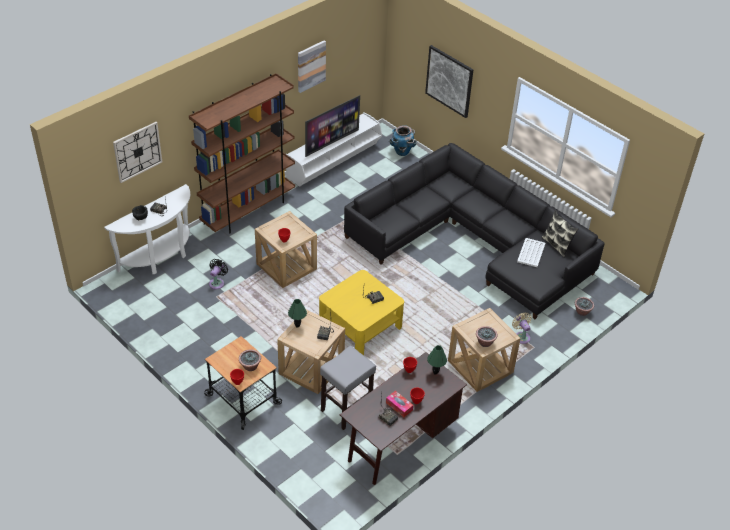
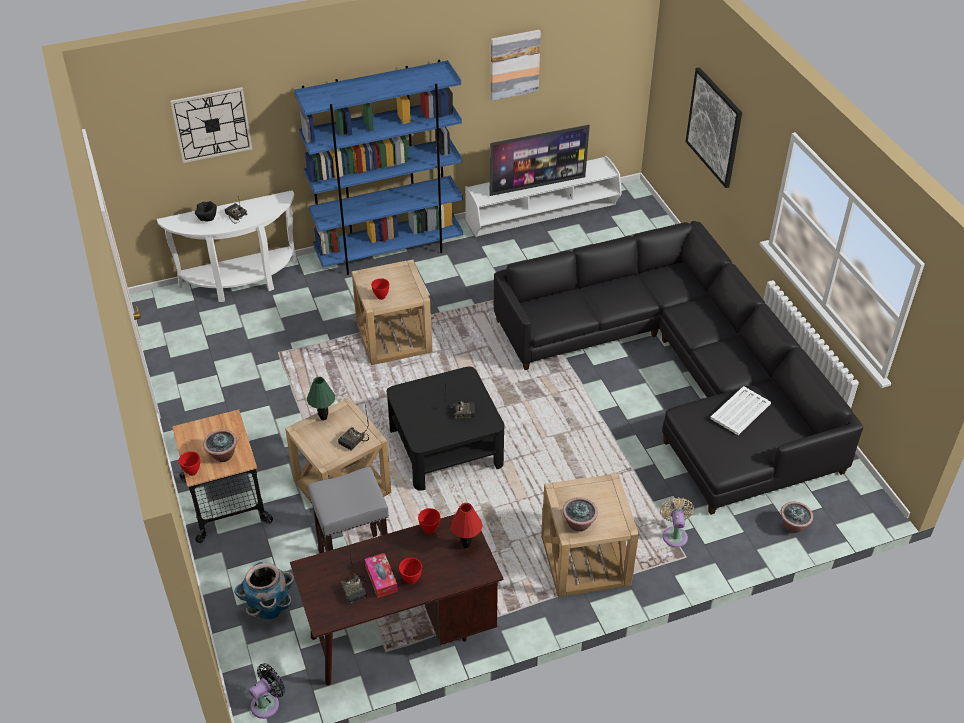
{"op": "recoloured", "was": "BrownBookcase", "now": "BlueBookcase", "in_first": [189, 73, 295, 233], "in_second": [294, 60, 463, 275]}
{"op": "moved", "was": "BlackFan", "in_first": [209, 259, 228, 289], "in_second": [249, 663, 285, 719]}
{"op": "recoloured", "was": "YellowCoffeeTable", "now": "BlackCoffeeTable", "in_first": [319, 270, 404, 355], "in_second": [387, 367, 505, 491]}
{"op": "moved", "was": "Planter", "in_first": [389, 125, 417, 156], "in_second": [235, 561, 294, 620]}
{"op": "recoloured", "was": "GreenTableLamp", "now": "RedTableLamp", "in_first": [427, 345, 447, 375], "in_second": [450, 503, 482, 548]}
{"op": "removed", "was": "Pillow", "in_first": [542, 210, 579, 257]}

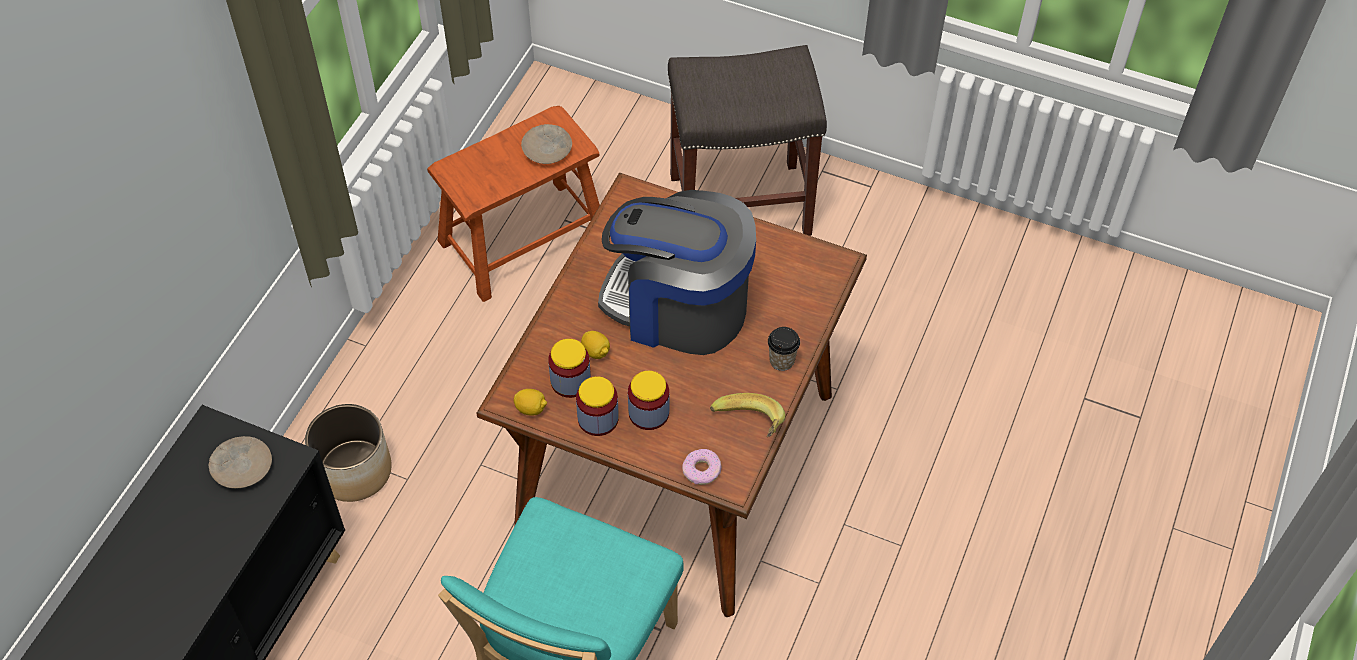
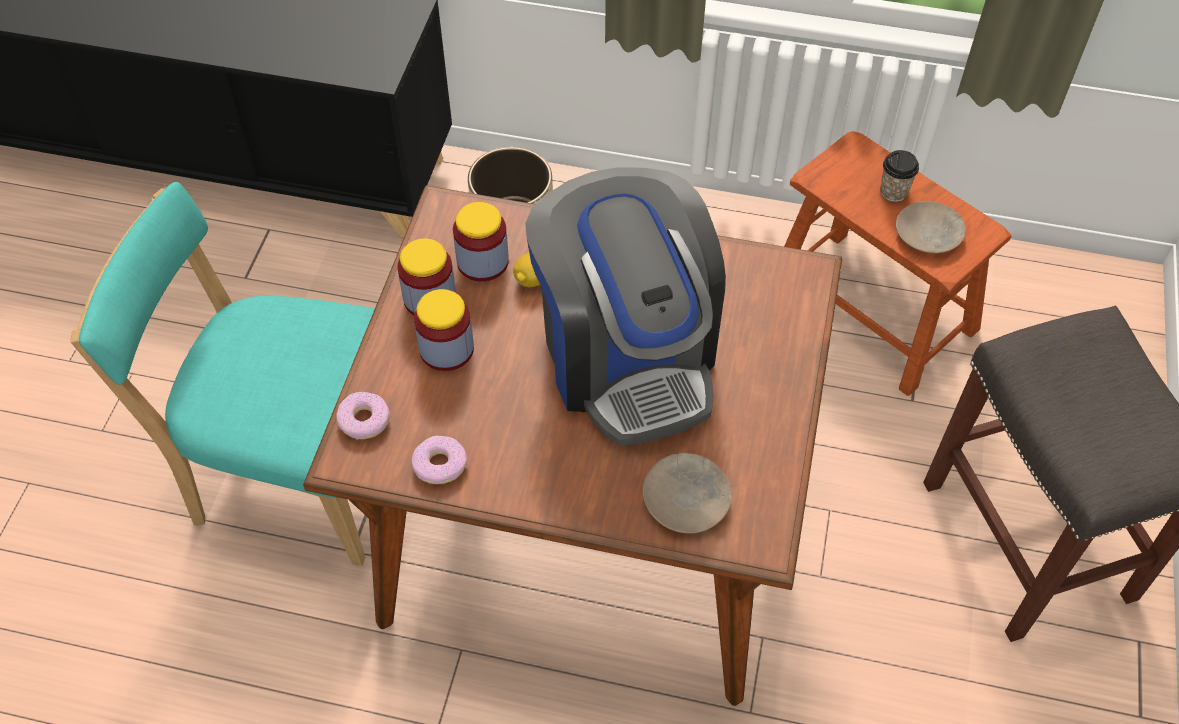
{"op": "moved", "was": "BeigePlate", "in_first": [209, 436, 272, 488], "in_second": [643, 453, 732, 534]}
{"op": "removed", "was": "Lemon", "in_first": [513, 389, 547, 416]}
{"op": "turned", "was": "CoffeeMachine", "in_first": [598, 190, 756, 355], "in_second": [525, 167, 726, 445], "clockwise": 150}
{"op": "replaced", "was": "Banana", "now": "Donut", "in_first": [710, 393, 785, 437], "in_second": [411, 436, 467, 484]}
{"op": "moved", "was": "Cup", "in_first": [768, 327, 800, 371], "in_second": [880, 150, 919, 202]}

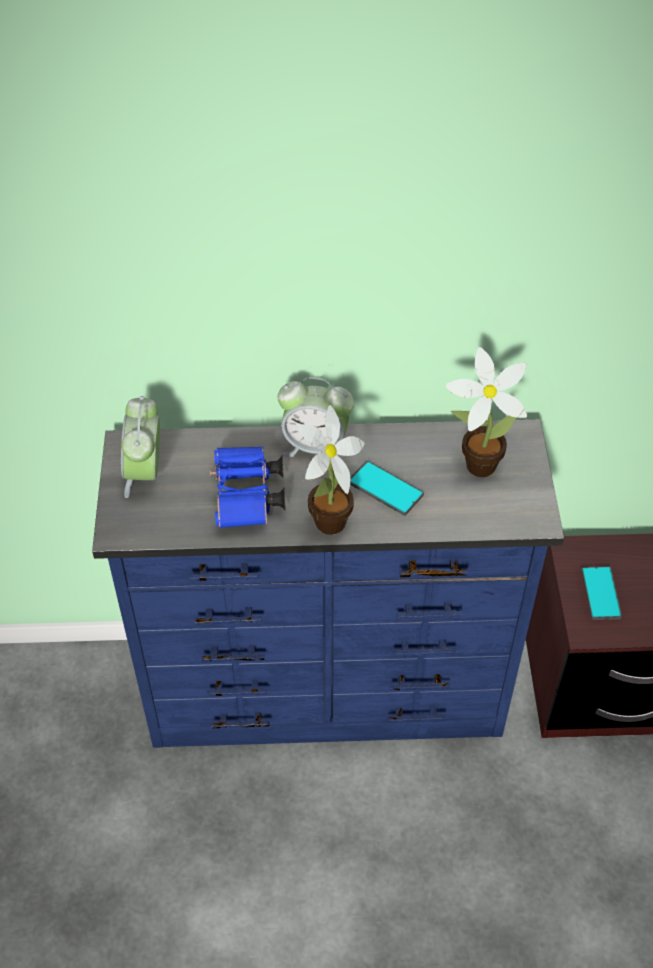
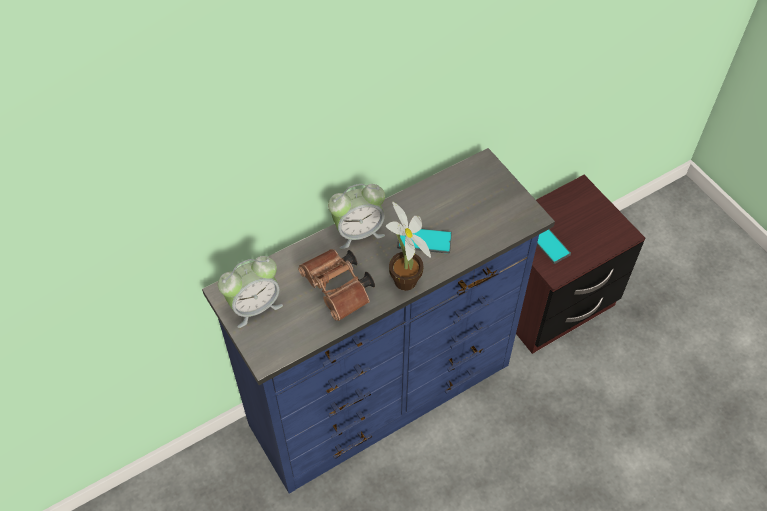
{"op": "turned", "was": "AlarmClock", "in_first": [121, 396, 160, 498], "in_second": [218, 256, 283, 328], "clockwise": -90}
{"op": "recoloured", "was": "BlueBinoculars", "now": "BrownBinoculars", "in_first": [210, 446, 286, 528], "in_second": [298, 249, 375, 321]}
{"op": "removed", "was": "PottedPlant", "in_first": [445, 347, 527, 477]}

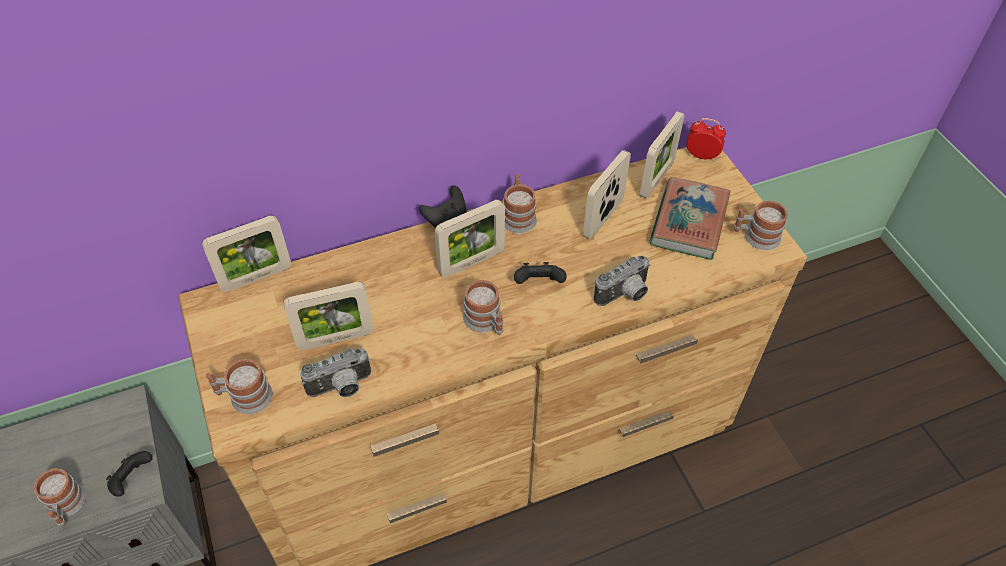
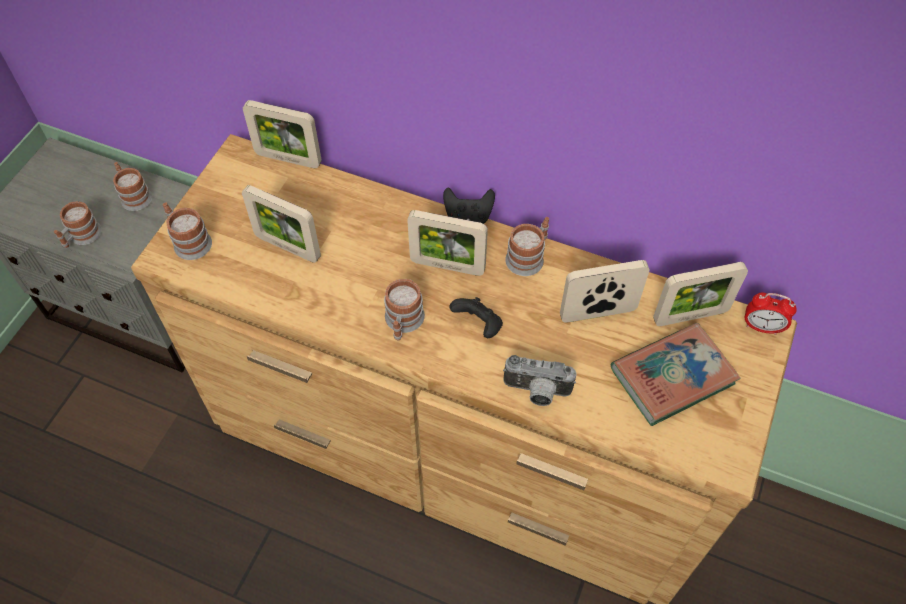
{"op": "removed", "was": "BlackGameController", "in_first": [106, 451, 153, 497]}
{"op": "removed", "was": "PhotoCamera", "in_first": [300, 348, 371, 397]}
{"op": "turned", "was": "AlarmClock", "in_first": [686, 118, 726, 161], "in_second": [745, 293, 797, 335], "clockwise": 135}
{"op": "moved", "was": "Mug", "in_first": [734, 201, 788, 250], "in_second": [113, 162, 152, 211]}

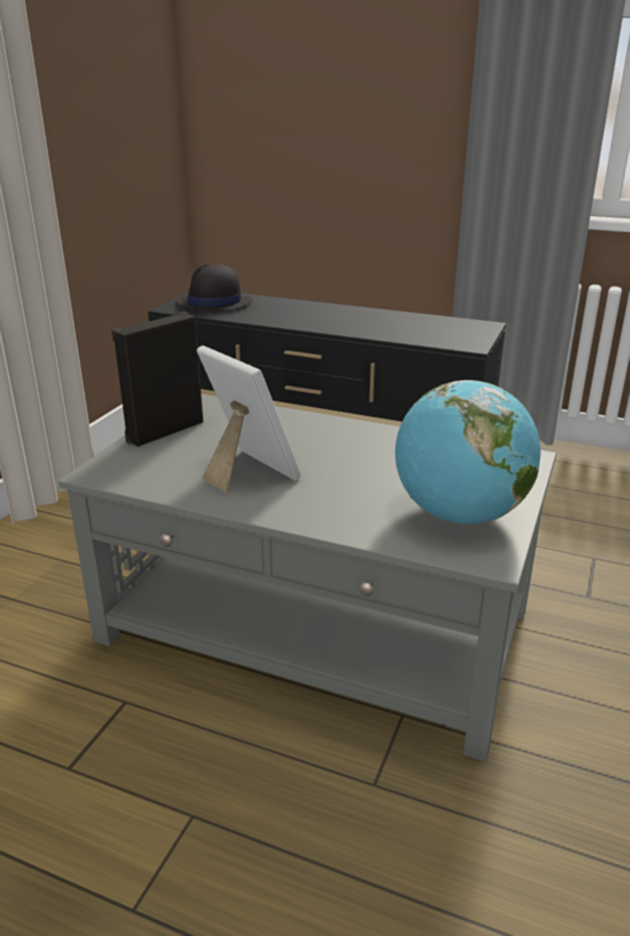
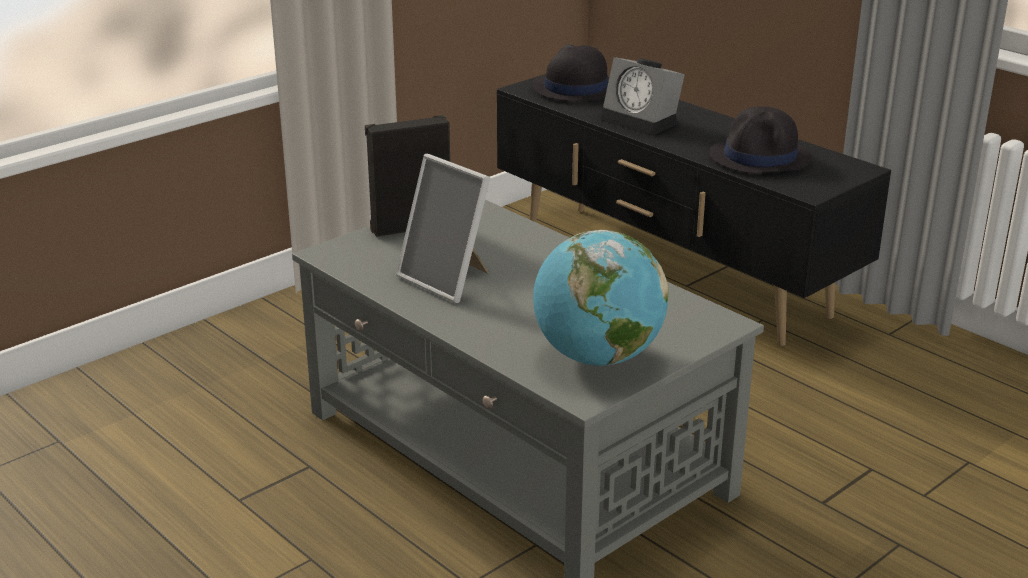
{"op": "turned", "was": "PictureFrame", "in_first": [197, 346, 301, 493], "in_second": [396, 154, 490, 303], "clockwise": 150}
{"op": "added", "now": "AlarmClock", "in_second": [600, 57, 685, 136]}
{"op": "added", "now": "BlackHat", "in_second": [709, 106, 812, 173]}

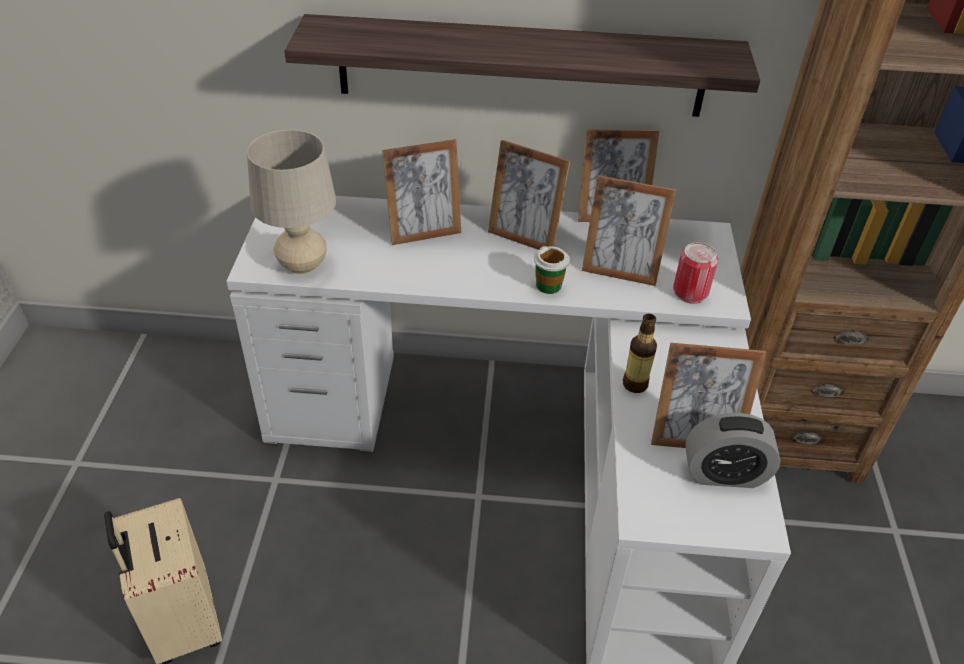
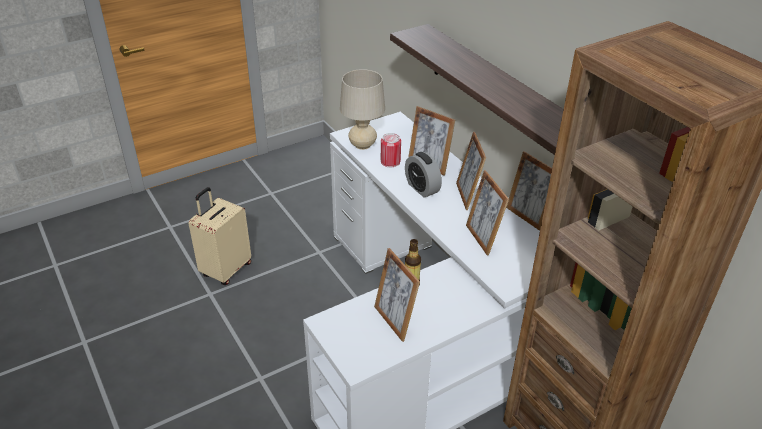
{"op": "removed", "was": "Cup", "in_first": [534, 246, 570, 294]}
{"op": "moved", "was": "Can", "in_first": [673, 243, 718, 304], "in_second": [381, 133, 401, 167]}
{"op": "moved", "was": "AlarmClock", "in_first": [685, 413, 781, 488], "in_second": [405, 152, 442, 198]}

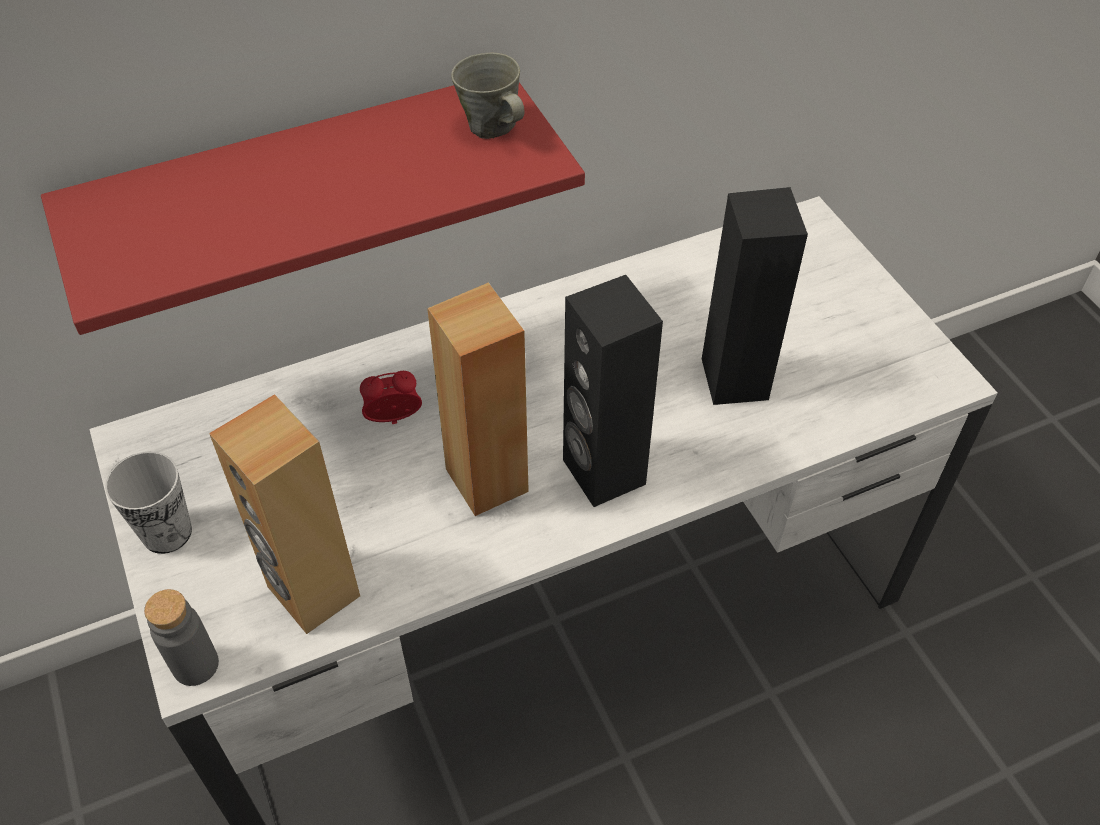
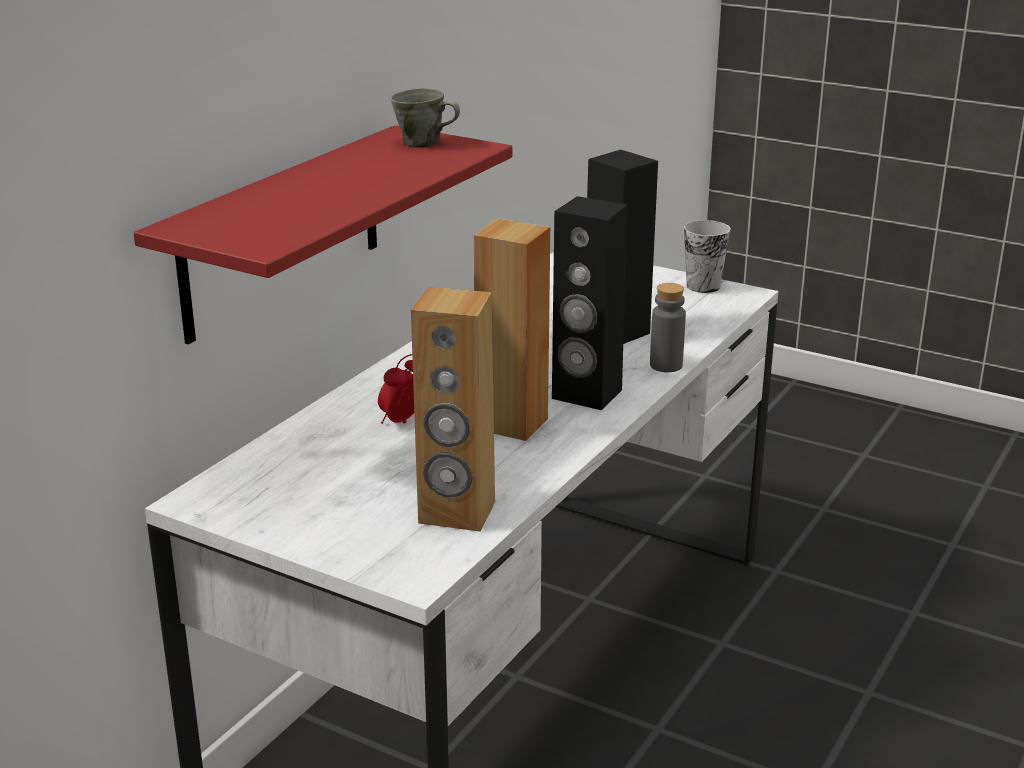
{"op": "moved", "was": "Cup", "in_first": [105, 452, 192, 554], "in_second": [684, 220, 731, 293]}
{"op": "moved", "was": "GreyBottle", "in_first": [144, 589, 219, 686], "in_second": [650, 283, 686, 372]}

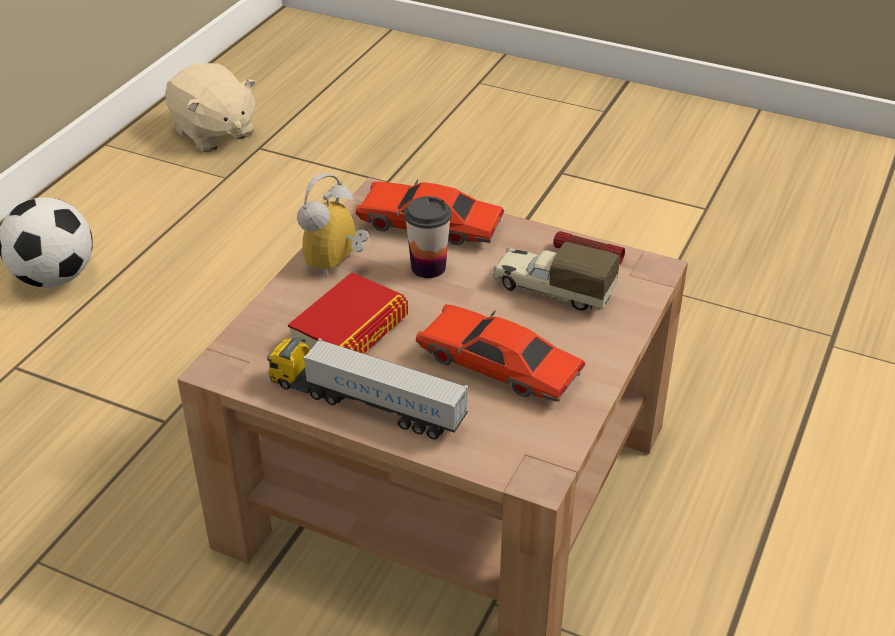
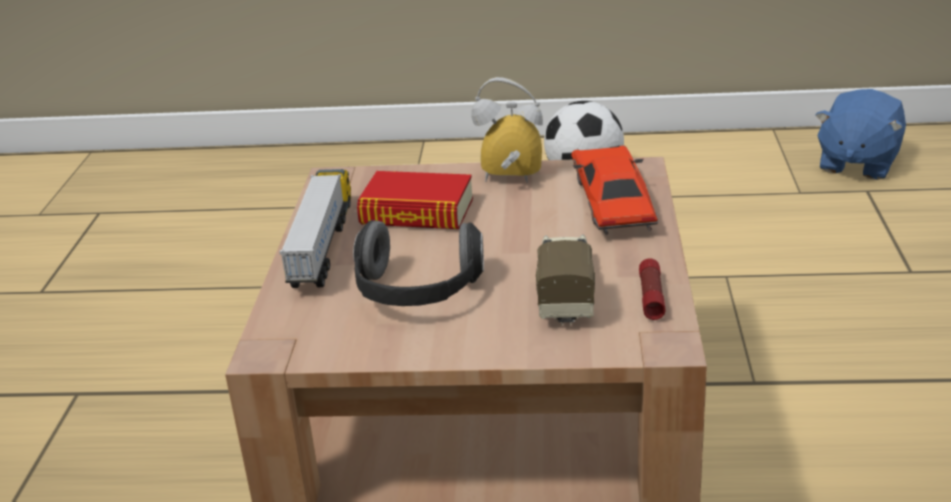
{"op": "recoloured", "was": "BeigePlushToy", "now": "BluePlushToy", "in_first": [165, 63, 256, 152], "in_second": [815, 89, 906, 180]}
{"op": "removed", "was": "Cup", "in_first": [404, 196, 452, 278]}
{"op": "replaced", "was": "RedToyCar", "now": "Headphones", "in_first": [416, 304, 586, 402], "in_second": [353, 220, 484, 306]}

